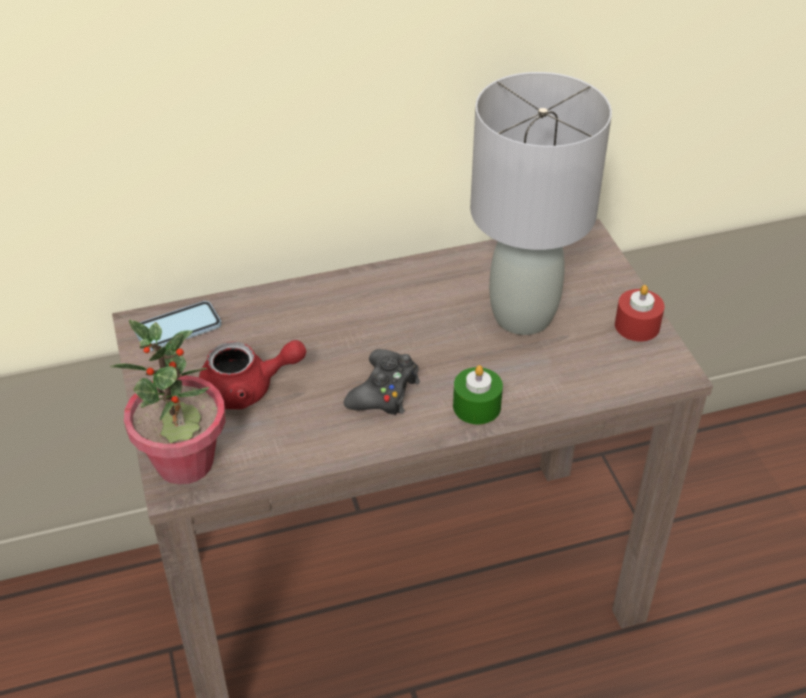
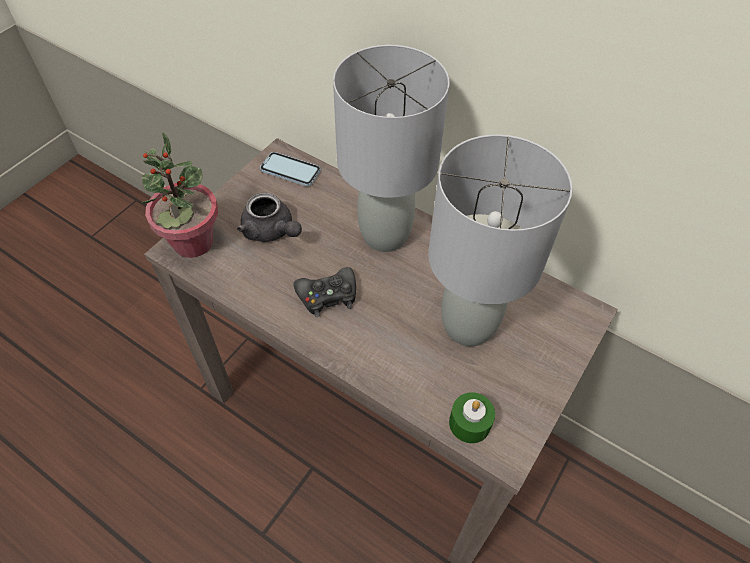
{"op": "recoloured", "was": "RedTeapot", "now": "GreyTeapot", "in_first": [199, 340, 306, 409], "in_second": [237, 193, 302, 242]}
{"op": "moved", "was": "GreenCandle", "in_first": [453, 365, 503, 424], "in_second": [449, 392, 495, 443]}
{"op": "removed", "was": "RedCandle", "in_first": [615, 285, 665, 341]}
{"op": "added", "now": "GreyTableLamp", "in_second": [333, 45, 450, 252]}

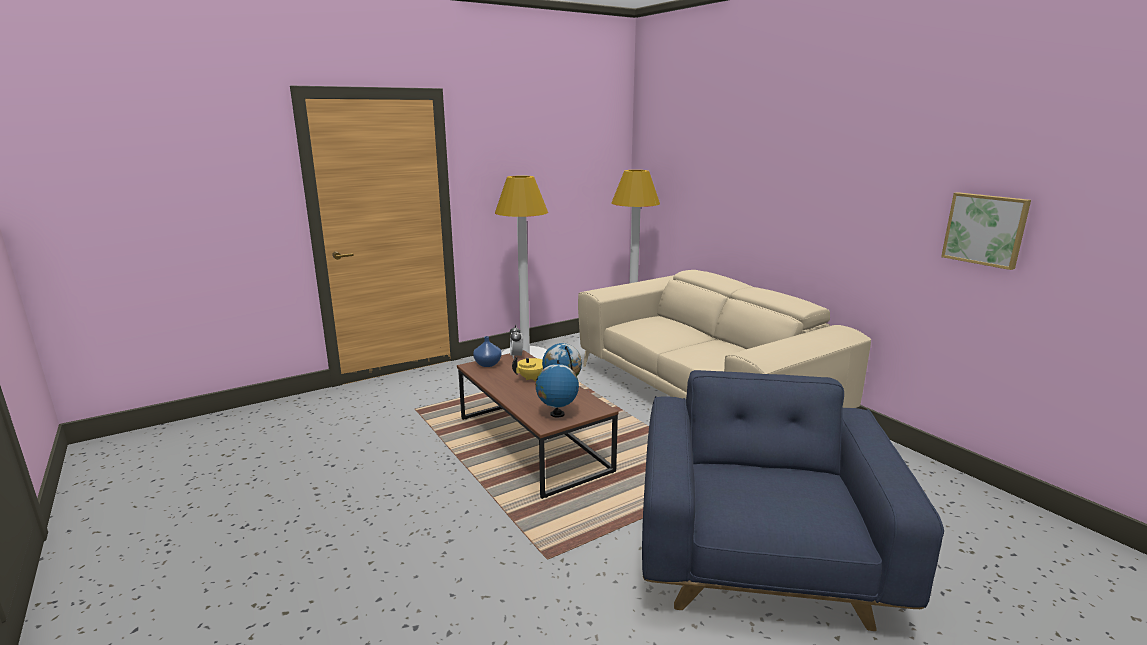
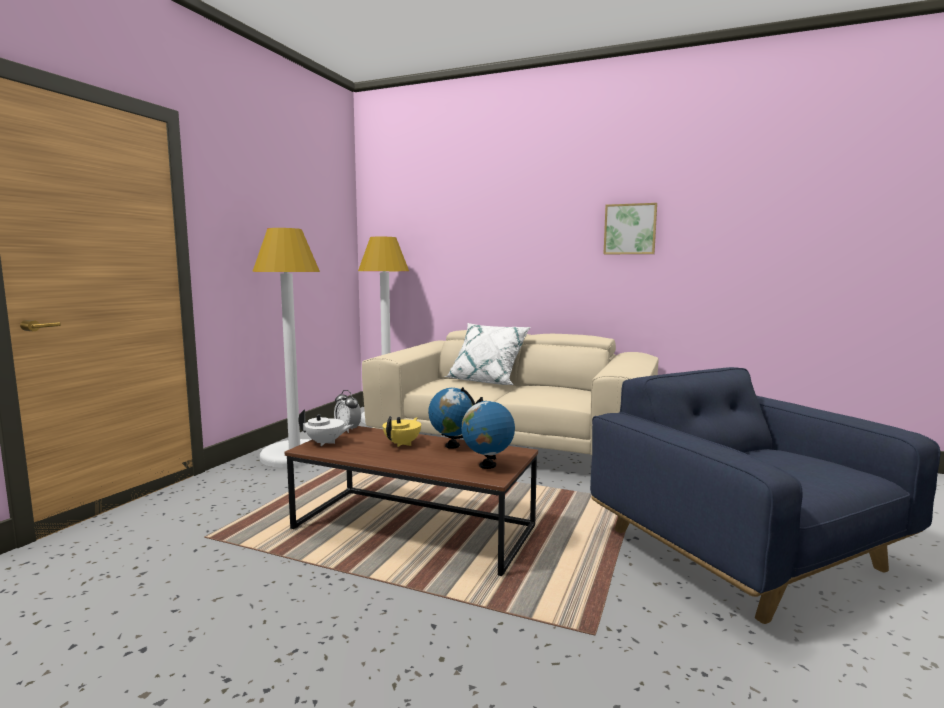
{"op": "replaced", "was": "BlueVase", "now": "WhiteTeapot", "in_first": [473, 336, 502, 367], "in_second": [299, 410, 353, 446]}
{"op": "moved", "was": "Picture", "in_first": [941, 192, 1031, 270], "in_second": [604, 203, 657, 254]}
{"op": "added", "now": "WhitePillow", "in_second": [445, 323, 531, 385]}

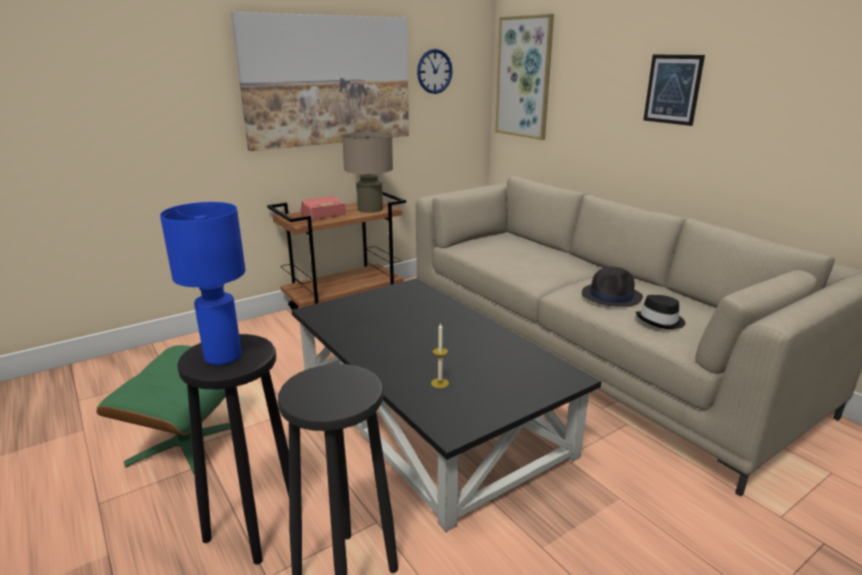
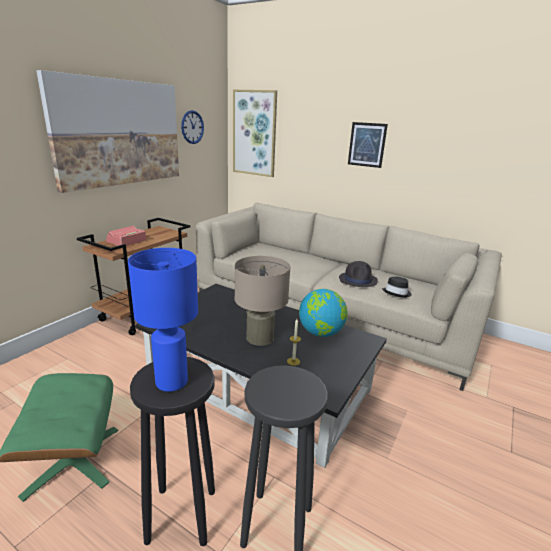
{"op": "moved", "was": "BeigeTableLamp", "in_first": [342, 132, 393, 213], "in_second": [235, 256, 291, 346]}
{"op": "added", "now": "Globe", "in_second": [299, 289, 347, 337]}

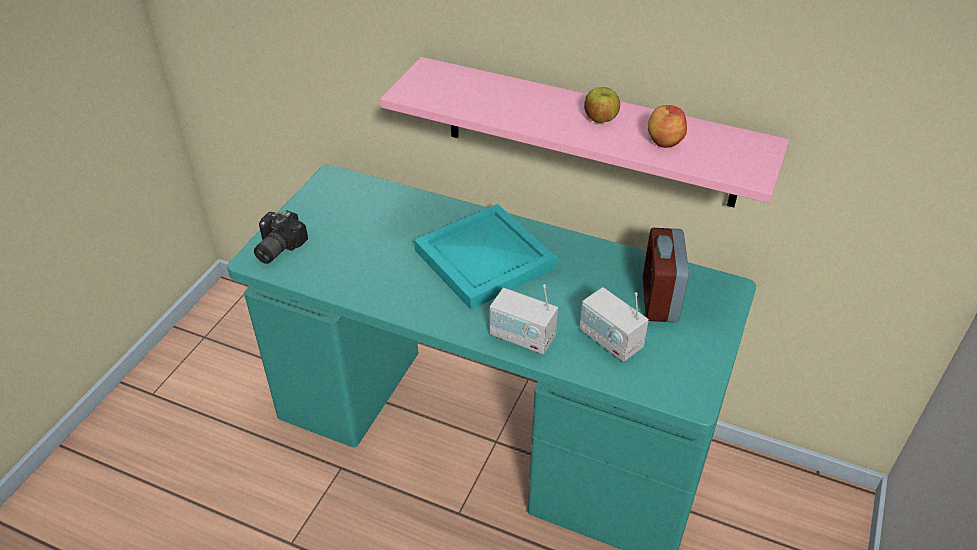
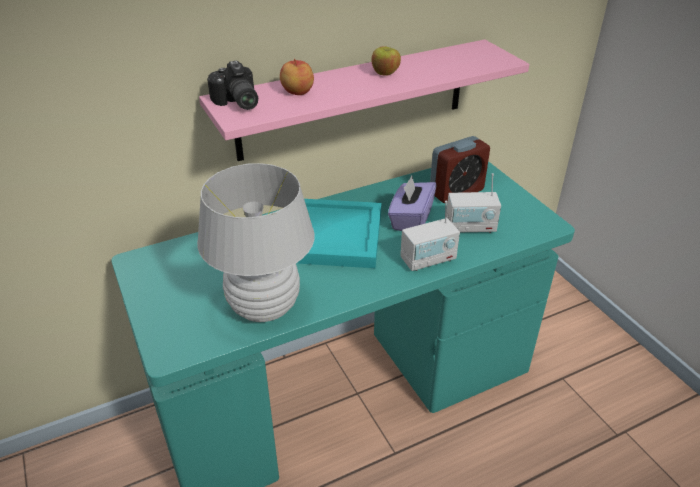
{"op": "moved", "was": "PhotoCamera", "in_first": [254, 210, 308, 264], "in_second": [207, 61, 258, 110]}
{"op": "turned", "was": "AlarmClock", "in_first": [643, 228, 689, 323], "in_second": [430, 136, 490, 203], "clockwise": -75}
{"op": "moved", "was": "Apple", "in_first": [647, 105, 687, 148], "in_second": [280, 59, 314, 95]}
{"op": "added", "now": "WhiteTableLamp", "in_second": [197, 163, 315, 322]}
{"op": "added", "now": "PurpleTissueBox", "in_second": [388, 175, 437, 231]}

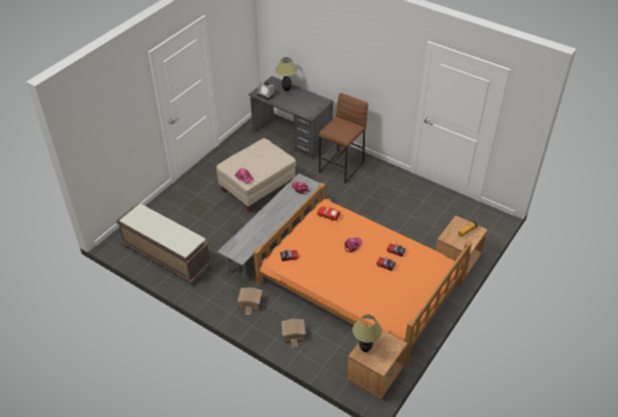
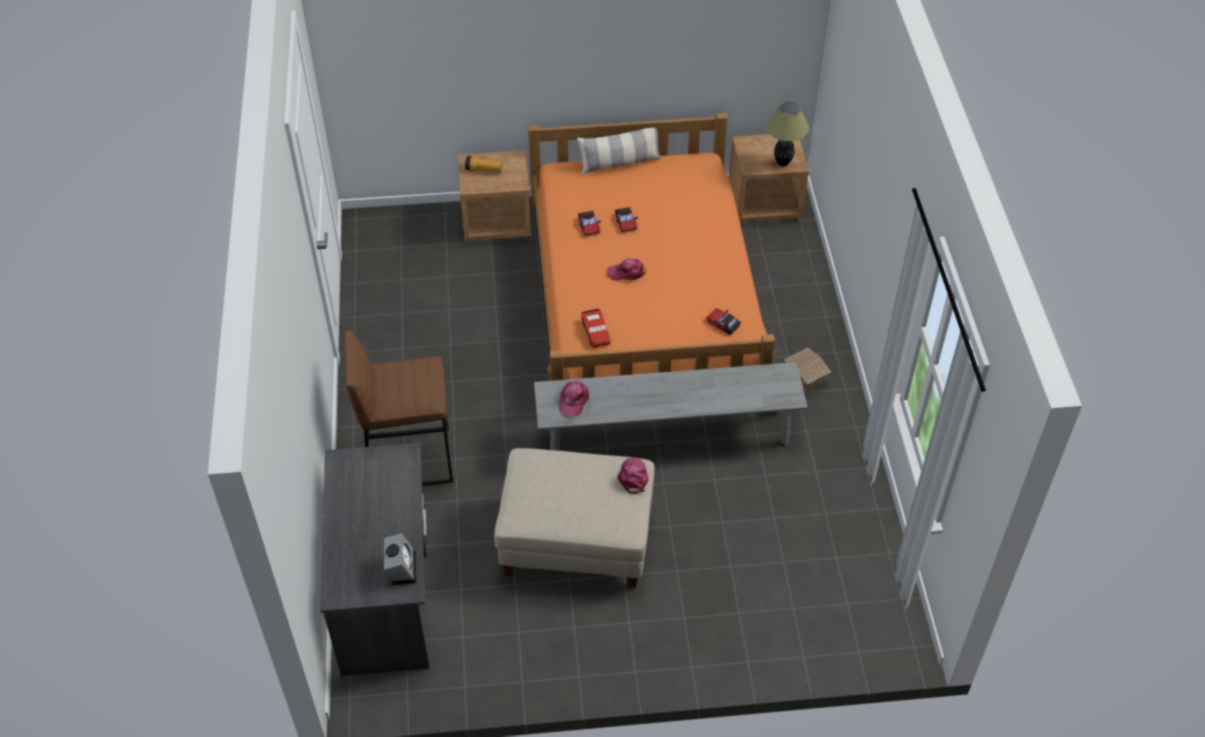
{"op": "removed", "was": "BrownBench", "in_first": [116, 204, 213, 285]}
{"op": "removed", "was": "TableLamp", "in_first": [276, 57, 297, 91]}
{"op": "removed", "was": "ToyHouse", "in_first": [281, 319, 306, 348]}
{"op": "added", "now": "Pillow", "in_second": [577, 128, 661, 175]}

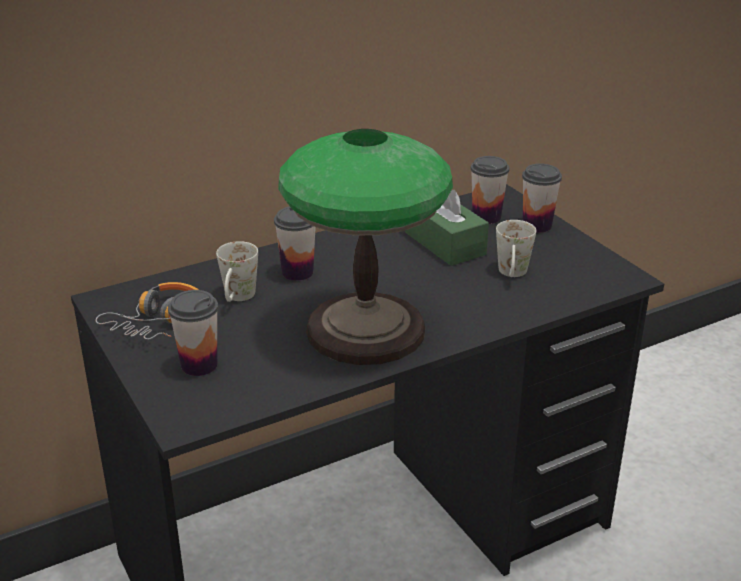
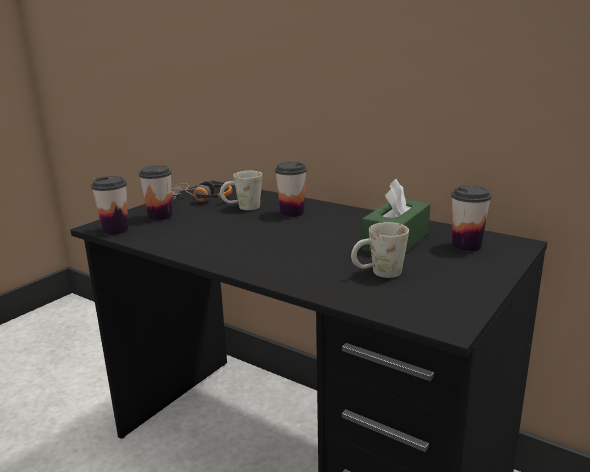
{"op": "removed", "was": "TableLamp", "in_first": [278, 129, 453, 365]}
{"op": "moved", "was": "Cup", "in_first": [522, 164, 562, 233], "in_second": [91, 176, 129, 235]}

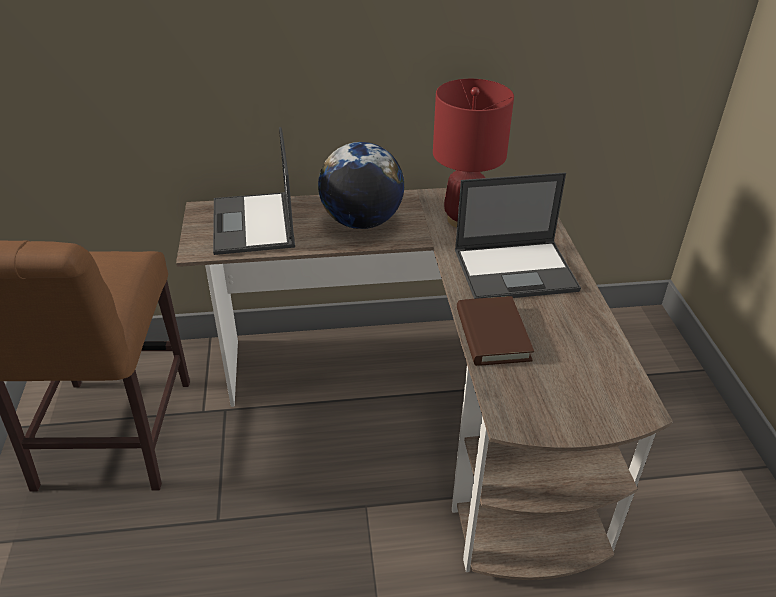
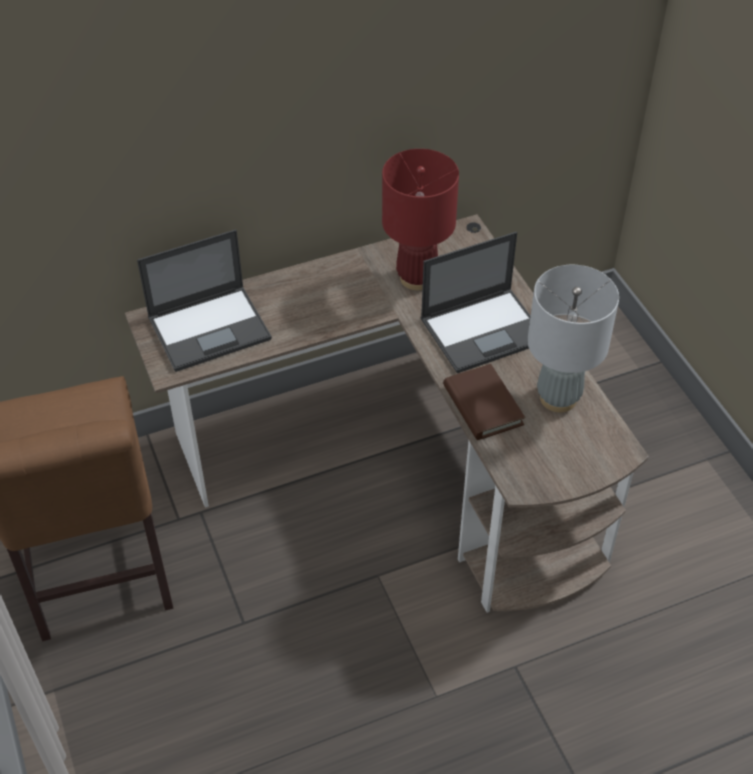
{"op": "turned", "was": "Laptop", "in_first": [213, 127, 295, 255], "in_second": [137, 229, 272, 372], "clockwise": -90}
{"op": "removed", "was": "Globe", "in_first": [318, 142, 404, 229]}
{"op": "added", "now": "GreyTableLamp", "in_second": [527, 265, 619, 413]}

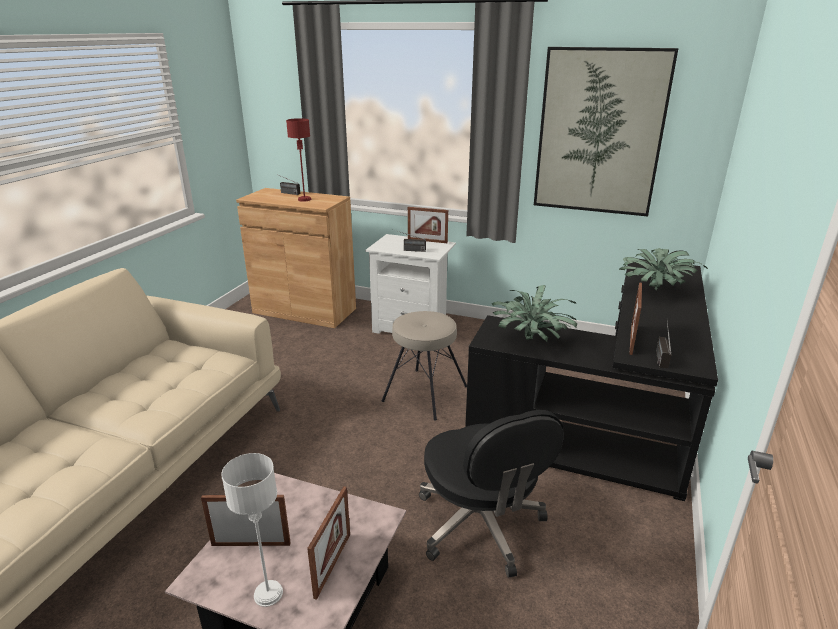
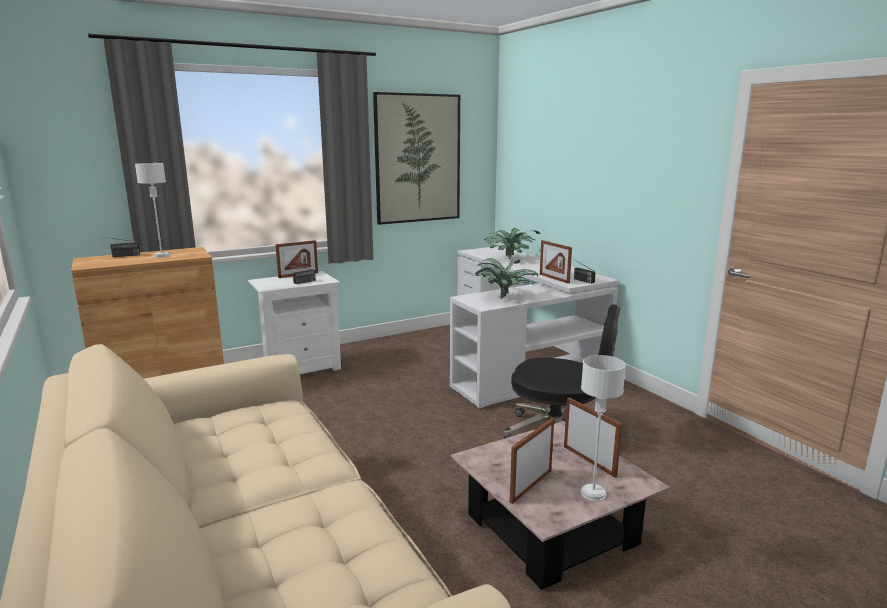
{"op": "recoloured", "was": "RedTableLamp", "now": "WhiteTableLamp", "in_first": [286, 118, 312, 202], "in_second": [135, 163, 171, 258]}
{"op": "removed", "was": "BeigeStool", "in_first": [382, 311, 467, 421]}
{"op": "recoloured", "was": "BlackDesk", "now": "WhiteDesk", "in_first": [465, 259, 718, 501], "in_second": [450, 246, 619, 410]}

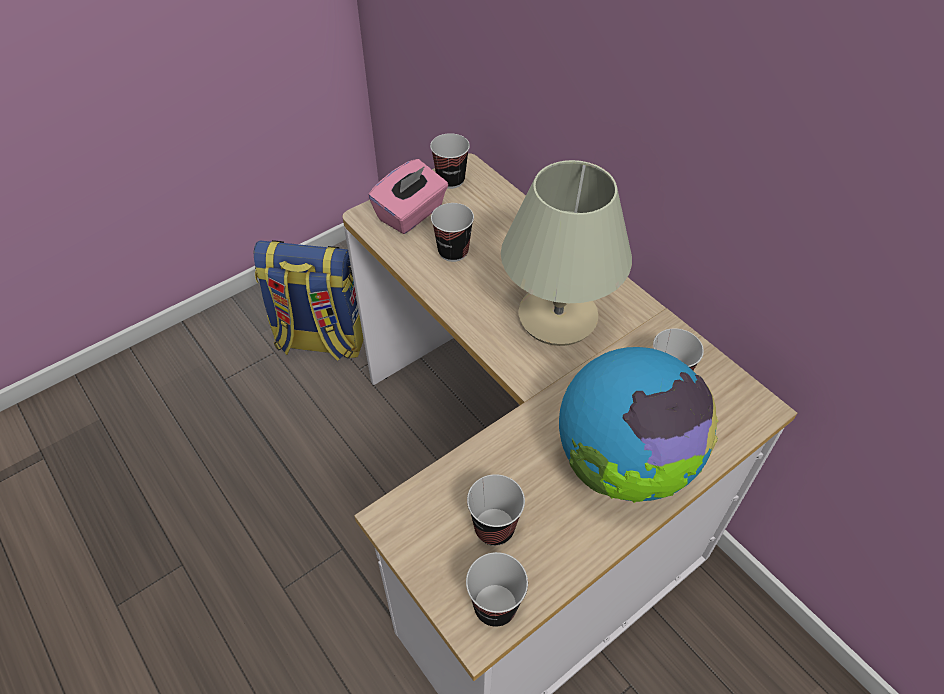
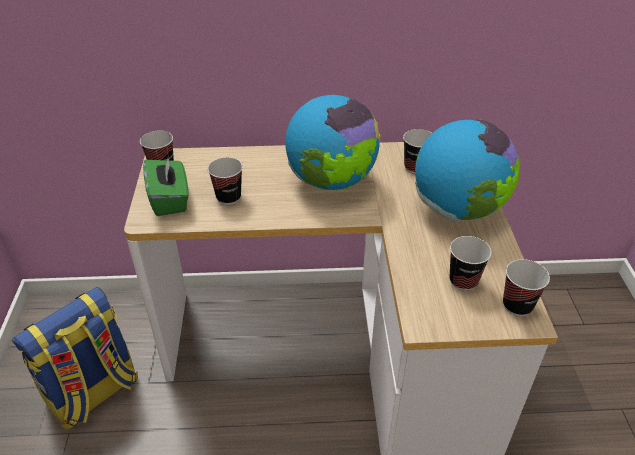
{"op": "recoloured", "was": "PinkTissueBox", "now": "GreenTissueBox", "in_first": [368, 159, 448, 234], "in_second": [143, 154, 189, 216]}
{"op": "replaced", "was": "BeigeTableLamp", "now": "Globe", "in_first": [501, 160, 632, 346], "in_second": [285, 95, 381, 190]}

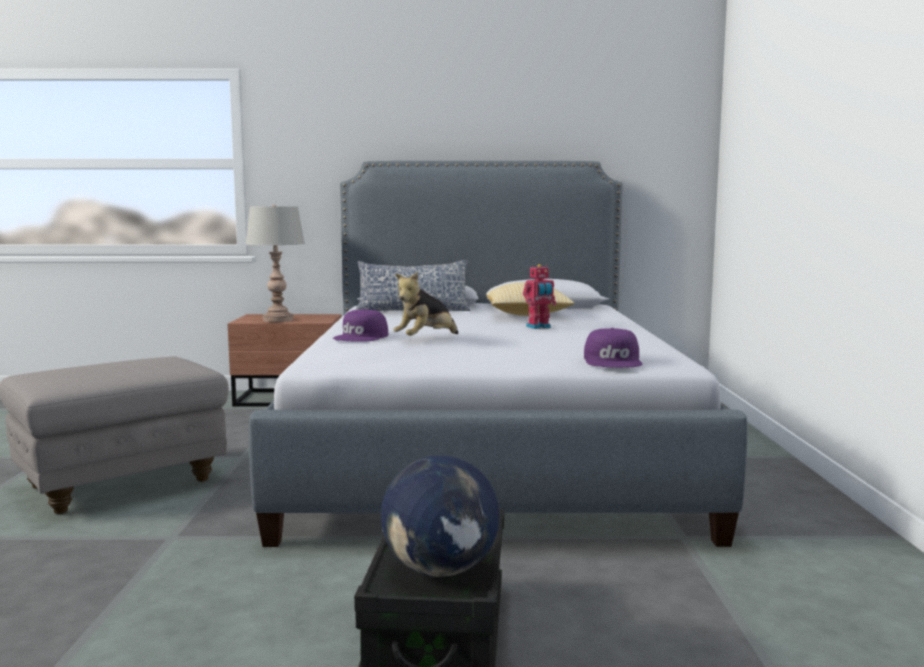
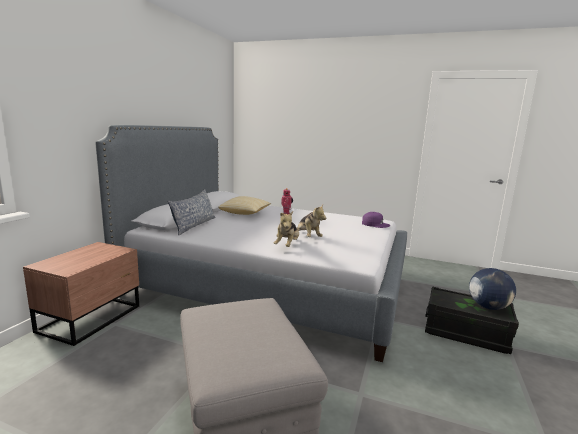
{"op": "removed", "was": "GreyTableLamp", "in_first": [246, 205, 305, 322]}
{"op": "replaced", "was": "PurpleCap", "now": "PlushToy", "in_first": [333, 309, 388, 342], "in_second": [274, 211, 299, 247]}

